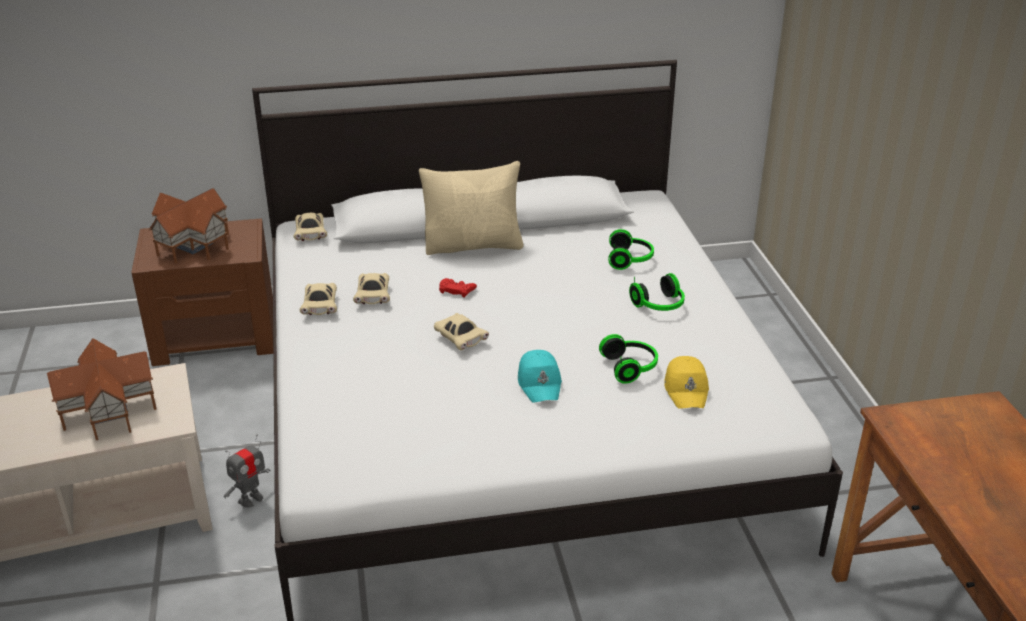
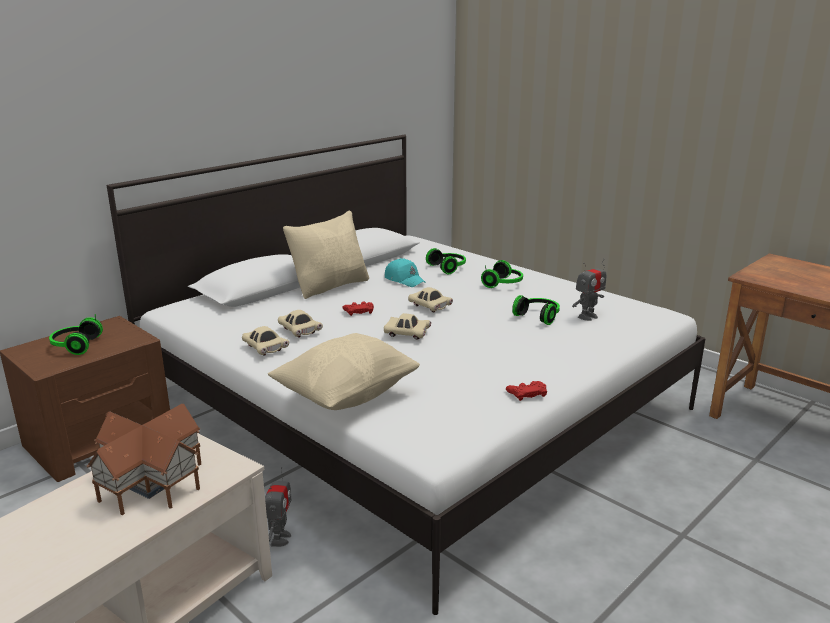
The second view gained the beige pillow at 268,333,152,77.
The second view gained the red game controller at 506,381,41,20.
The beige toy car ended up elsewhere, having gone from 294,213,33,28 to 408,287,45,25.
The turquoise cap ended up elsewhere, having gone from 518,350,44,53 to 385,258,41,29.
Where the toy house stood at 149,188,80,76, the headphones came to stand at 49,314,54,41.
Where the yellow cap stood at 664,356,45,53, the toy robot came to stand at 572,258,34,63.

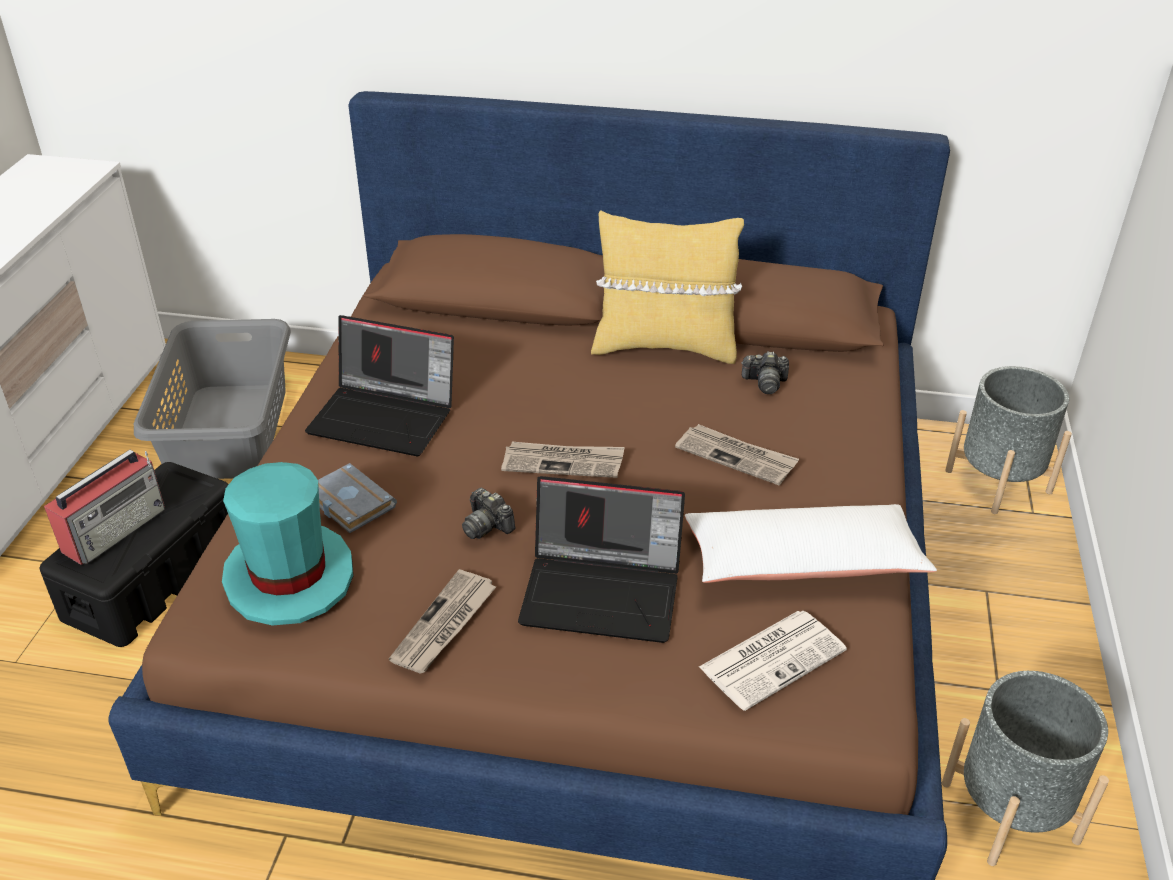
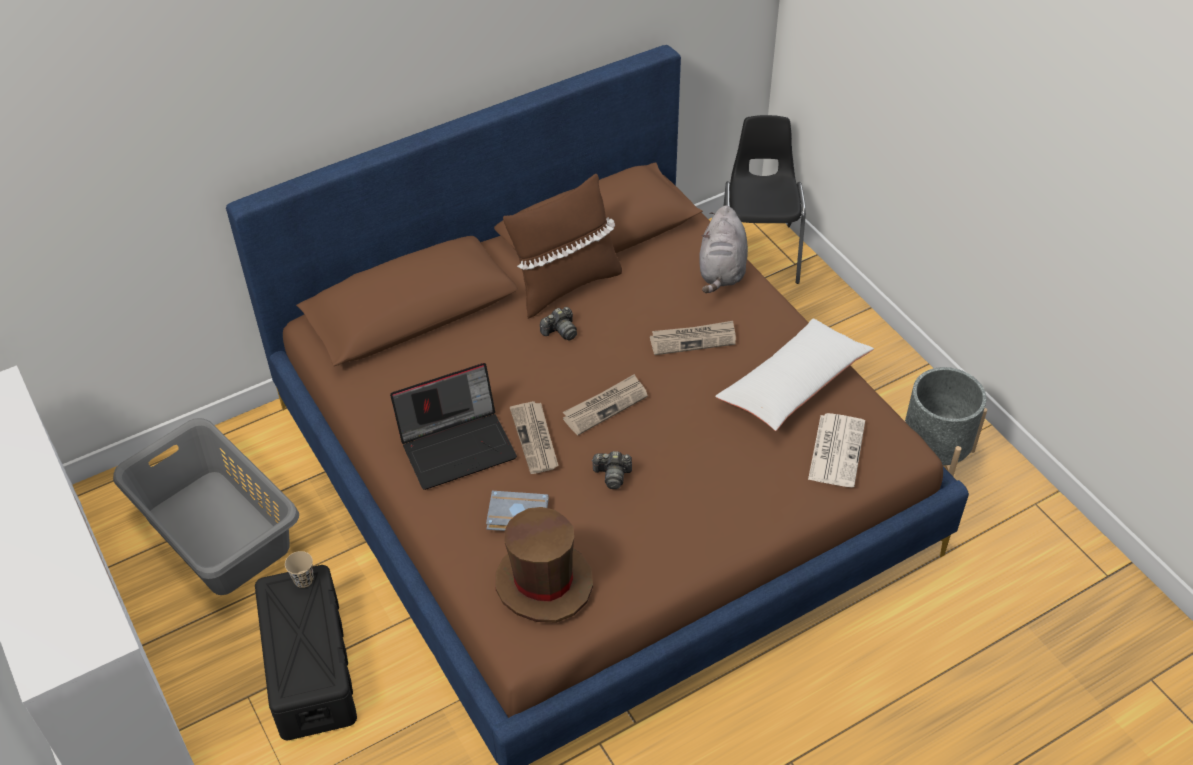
The second view lost the radio at 44,450,121,115.
The second view lost the laptop at 518,476,167,167.
The second view gained the beige cup at 285,551,29,37.
The second view gained the grey plush toy at 699,205,49,88.
The newspaper ended up elsewhere, having gone from 389,569,107,105 to 510,401,49,73.
The photo camera ended up elsewhere, having gone from 741,351,48,43 to 540,307,37,34.
Where the grey planter stood at 945,366,127,148, the black chair came to stand at 724,115,82,169.
What was the turquoise hat at 222,462,132,164 turned into the brown hat at 496,507,97,116.
What was the yellow pillow at 591,211,153,153 turned into the brown pillow at 503,174,119,145.

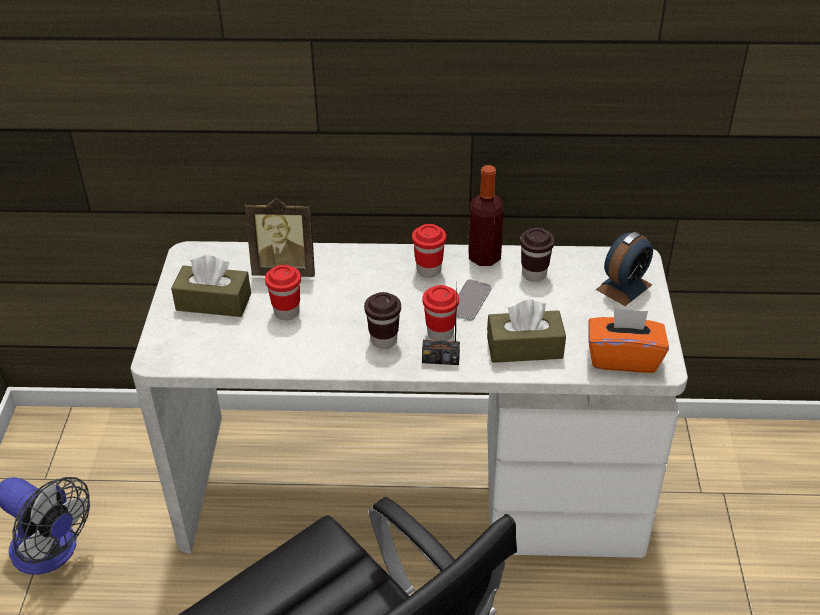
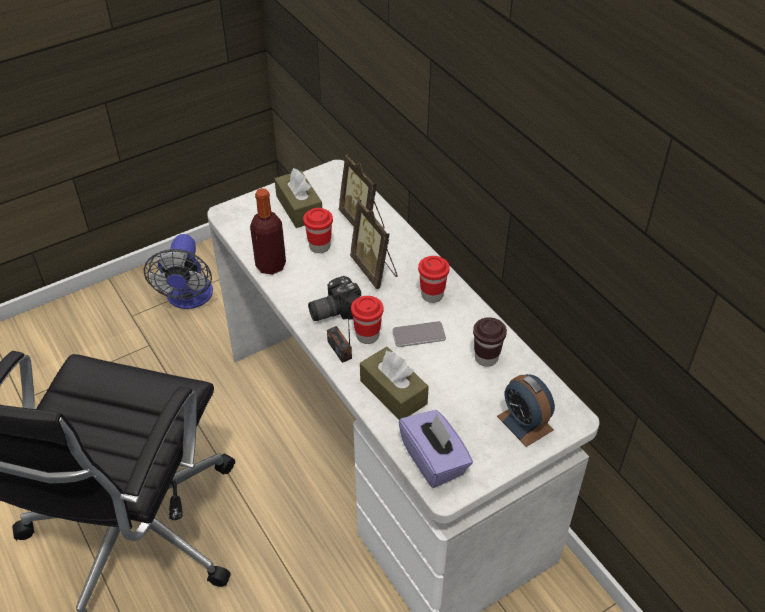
The second view gained the picture frame at 350,200,48,89.
The bottle ended up elsewhere, having gone from 469,165,35,101 to 250,188,36,87.
Where the brown cup stood at 364,292,37,57, the photo camera came to stand at 308,276,53,45.
What was the orange tissue box at 589,307,80,66 turned into the purple tissue box at 398,410,75,78.
The alarm clock at 596,232,57,74 ended up facing another way, 45 degrees clockwise from before.

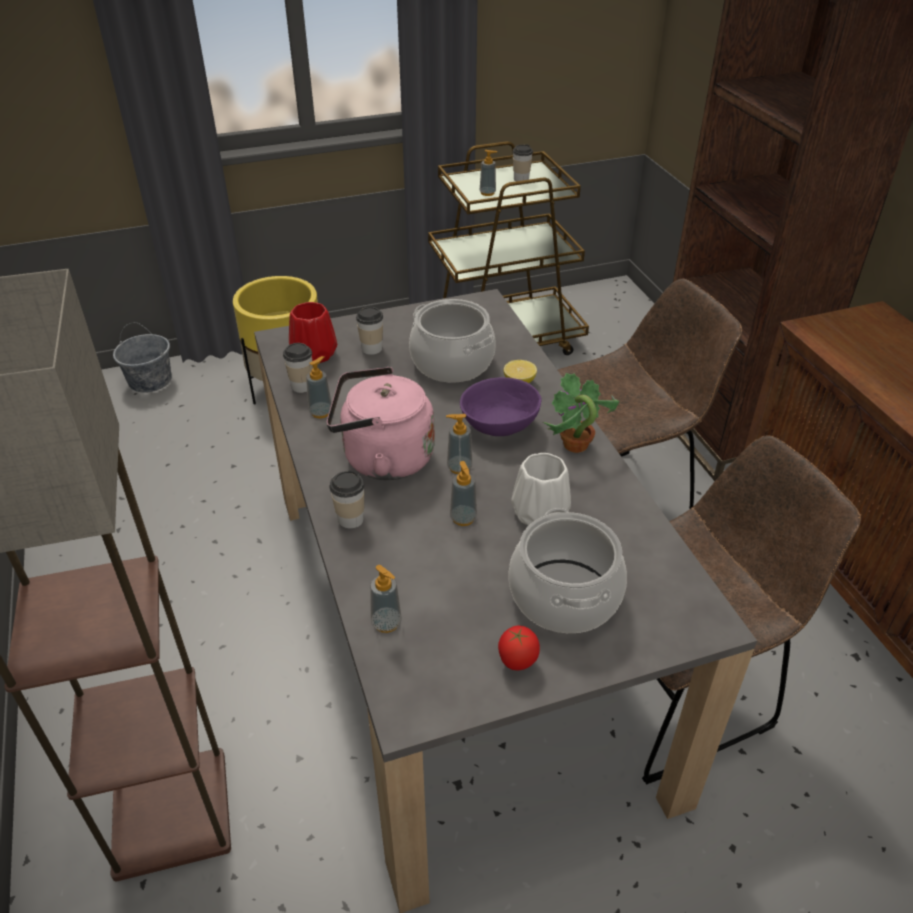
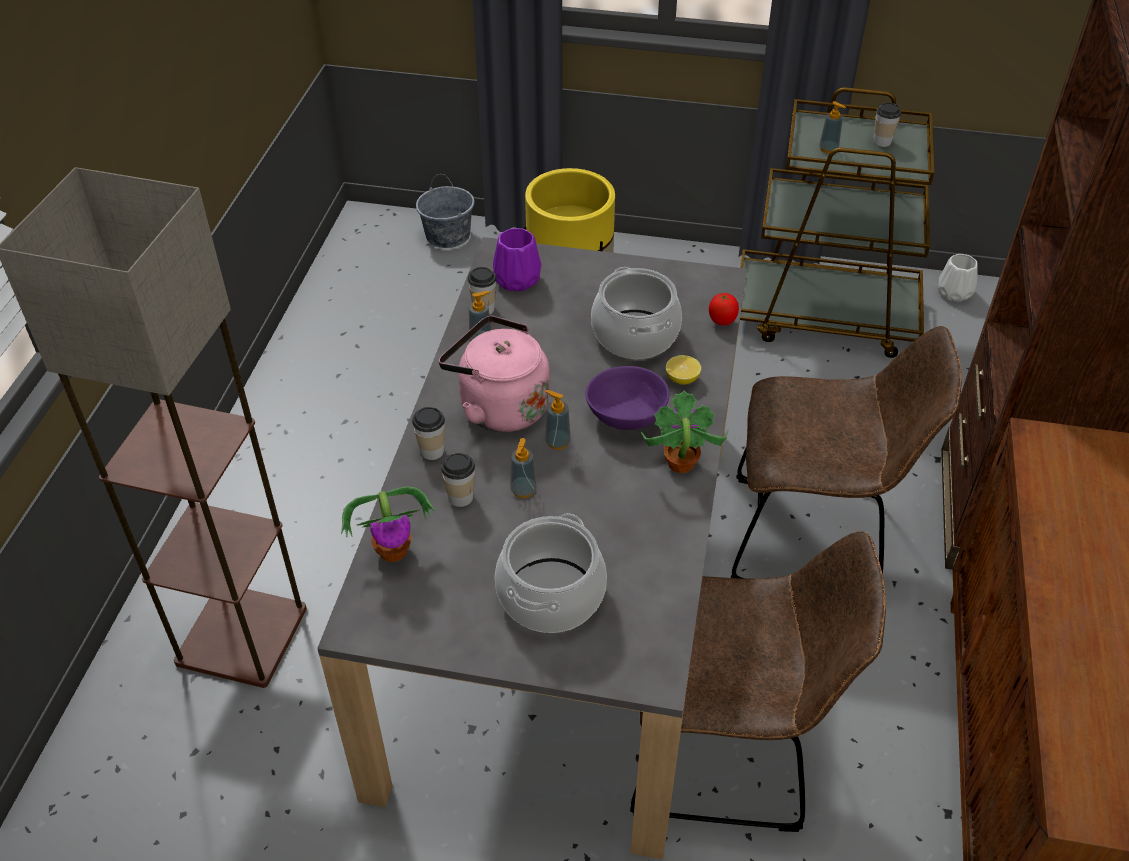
The cup ended up elsewhere, having gone from 356,307,27,48 to 441,453,34,54.
The tomato ended up elsewhere, having gone from 498,626,42,44 to 709,293,30,33.
The white vase ended up elsewhere, having gone from 511,453,60,73 to 938,254,40,48.
Where the soap dispenser stood at 370,565,32,68, the potted plant came to stand at 341,486,94,76.
What was the red vase at 289,302,48,61 turned into the purple vase at 493,228,48,63.

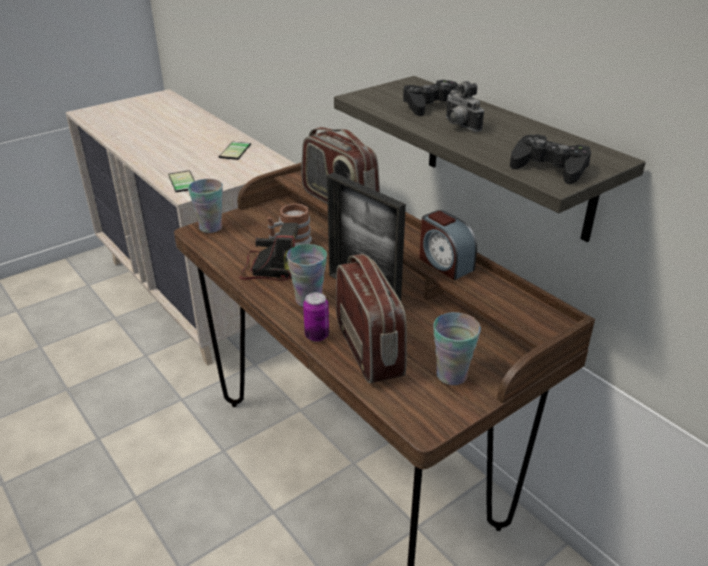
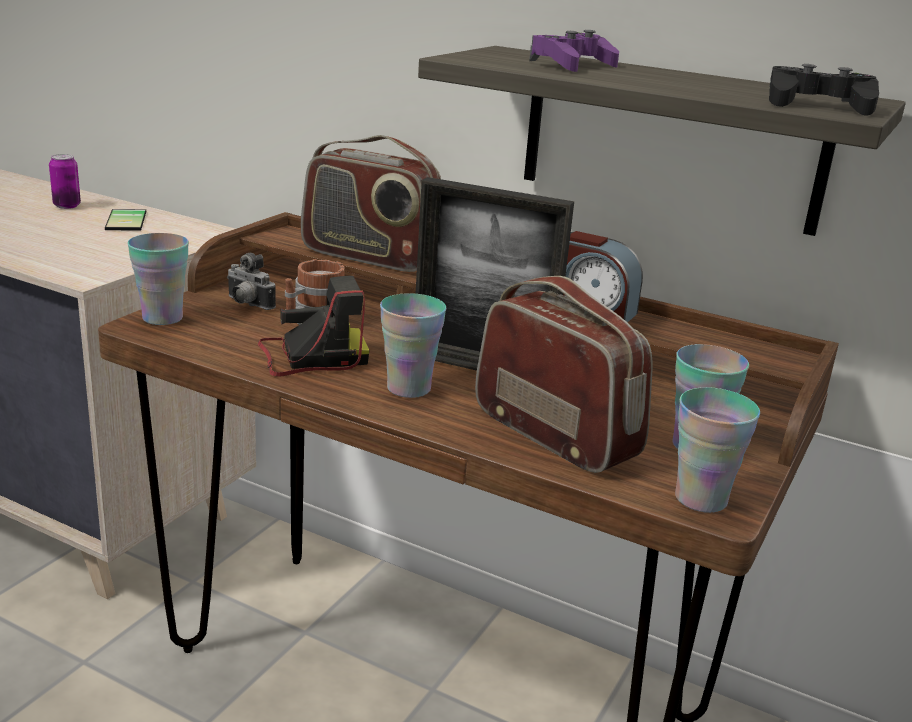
The second view lost the phone at 168,170,27,22.
The second view gained the cup at 675,387,85,126.
The can ended up elsewhere, having gone from 303,292,26,50 to 49,154,32,55.
The photo camera ended up elsewhere, having gone from 446,81,38,51 to 227,253,49,57.
What was the black game controller at 403,80,55,36 turned into the purple game controller at 529,30,90,42.

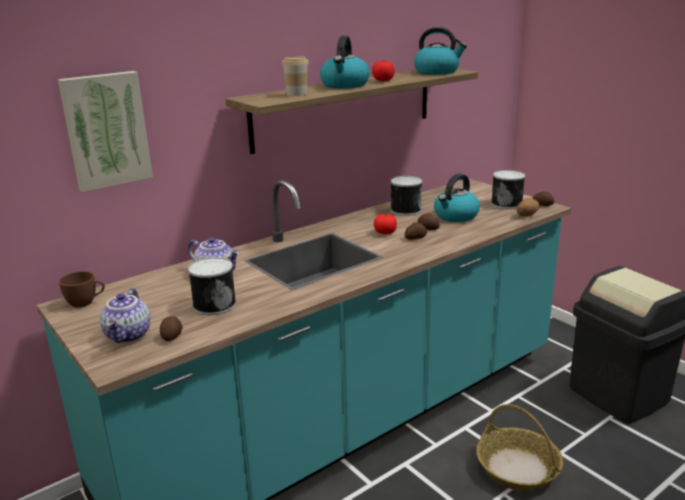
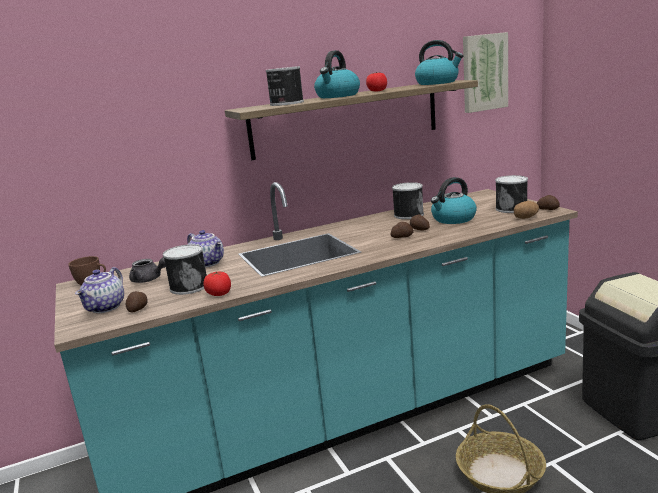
The second view gained the grey teapot at 129,257,37,26.
The picture ended up elsewhere, having gone from 58,71,95,121 to 463,32,45,81.
The tomato ended up elsewhere, having gone from 374,214,23,20 to 203,271,28,25.
Where the cup stood at 282,56,27,40, the can came to stand at 266,66,38,40.

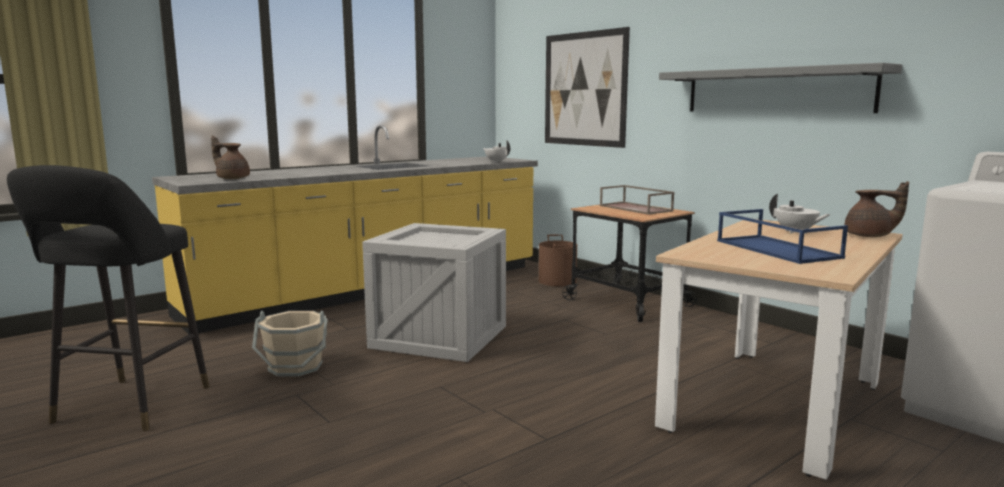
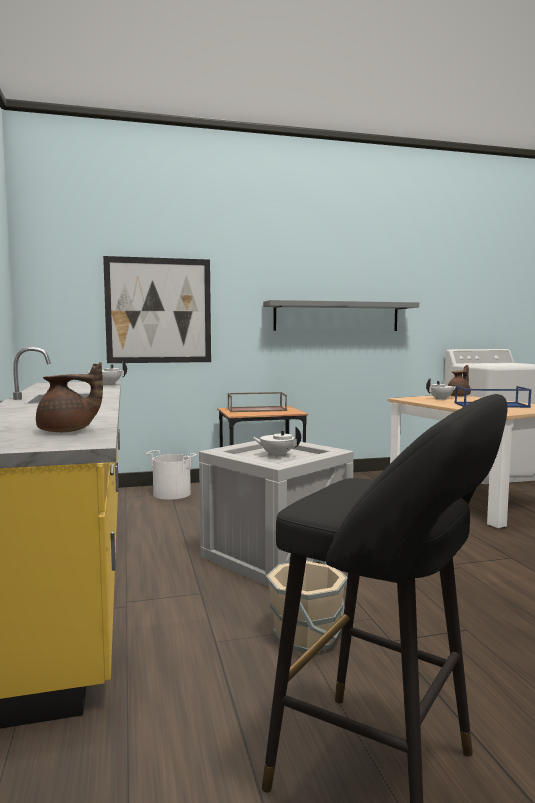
The second view gained the white teapot at 252,426,49,31.
What was the brown bucket at 539,234,38,52 turned into the white bucket at 146,450,51,50.
The brown teapot at 211,136,39,43 ended up facing another way, 150 degrees counterclockwise from before.

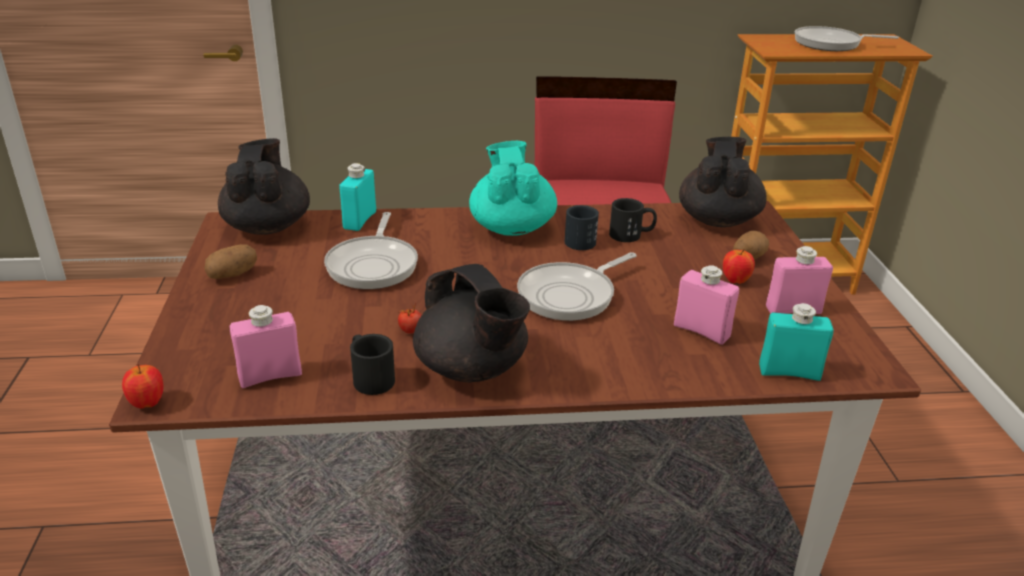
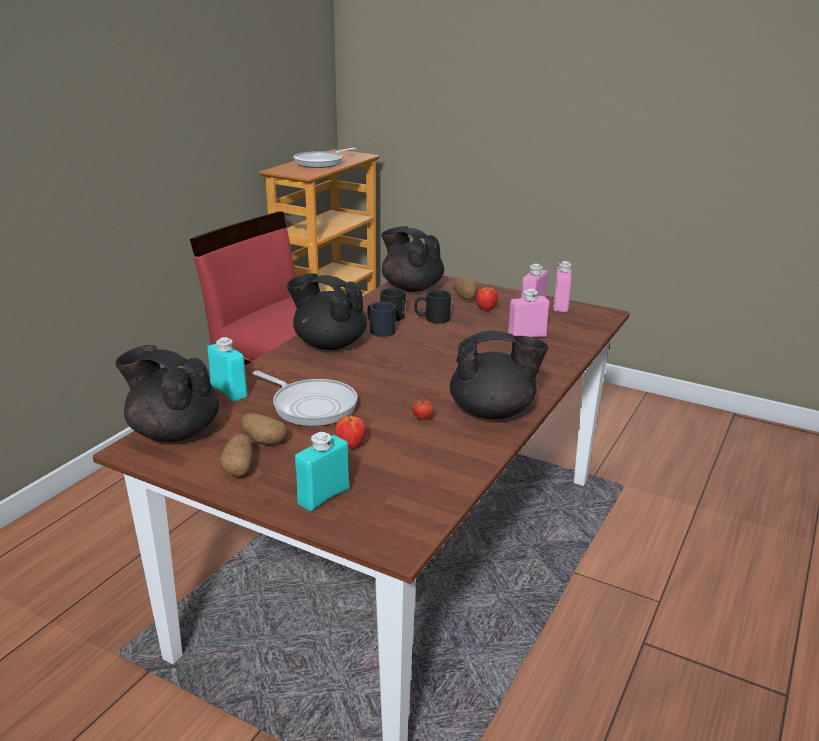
The second view lost the frying pan at 517,252,120,69.
The second view gained the potato at 241,413,47,32.
The apple ended up elsewhere, having gone from 122,364,41,45 to 335,415,31,34.
The pink bottle ended up elsewhere, having gone from 230,305,72,83 to 554,261,18,51.
The black mug ended up elsewhere, having gone from 350,334,45,61 to 414,290,37,34.
The turquoise bottle ended up elsewhere, having gone from 759,303,75,78 to 295,432,54,79.
What was the turquoise teapot at 469,141,88,95 turned into the black teapot at 286,273,81,77.

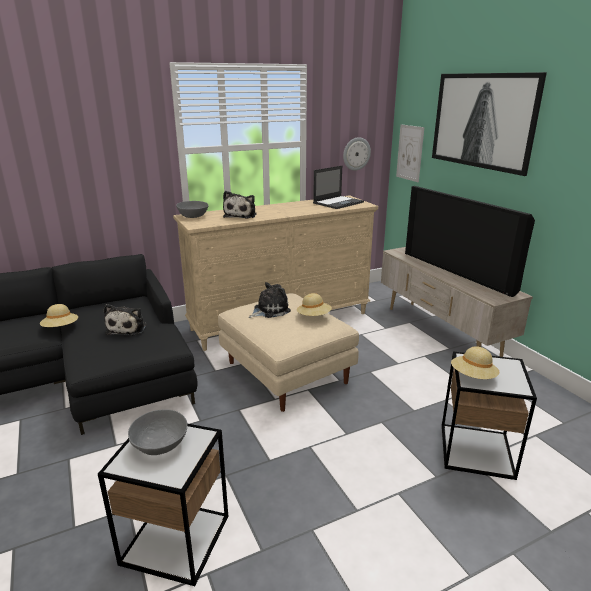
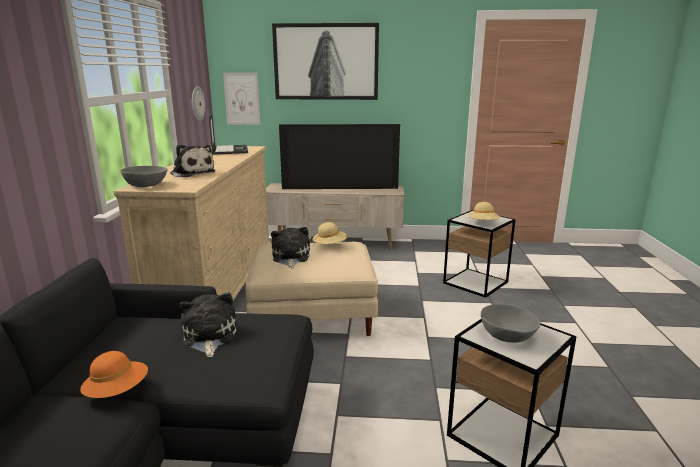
What was the beige hat at 40,304,38,23 turned into the orange hat at 80,351,68,47.
The plush toy at 104,304,42,32 ended up facing another way, 135 degrees counterclockwise from before.

